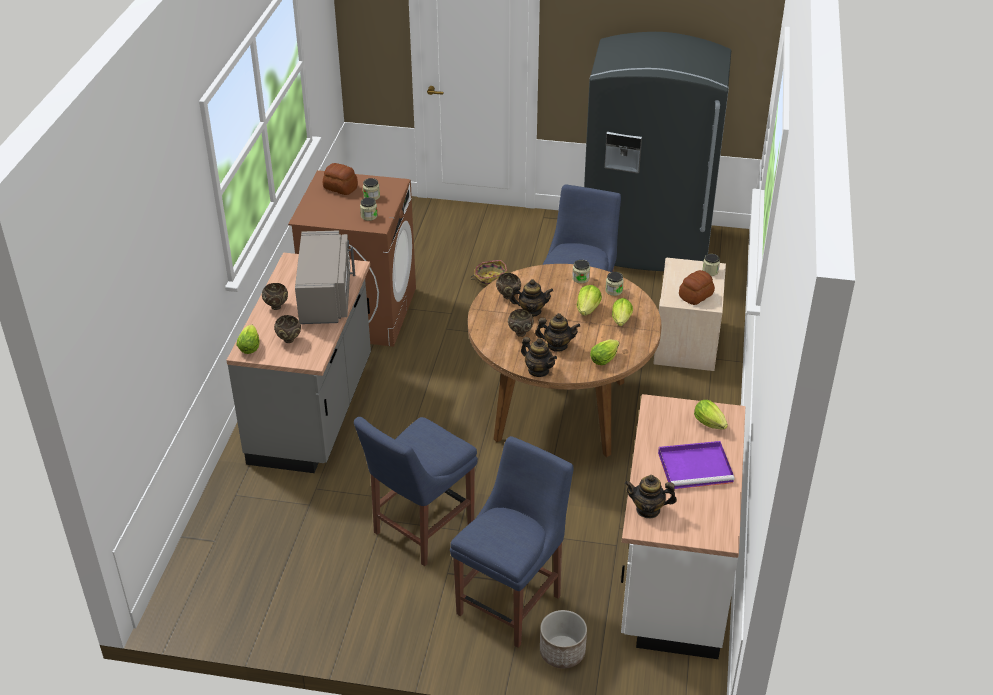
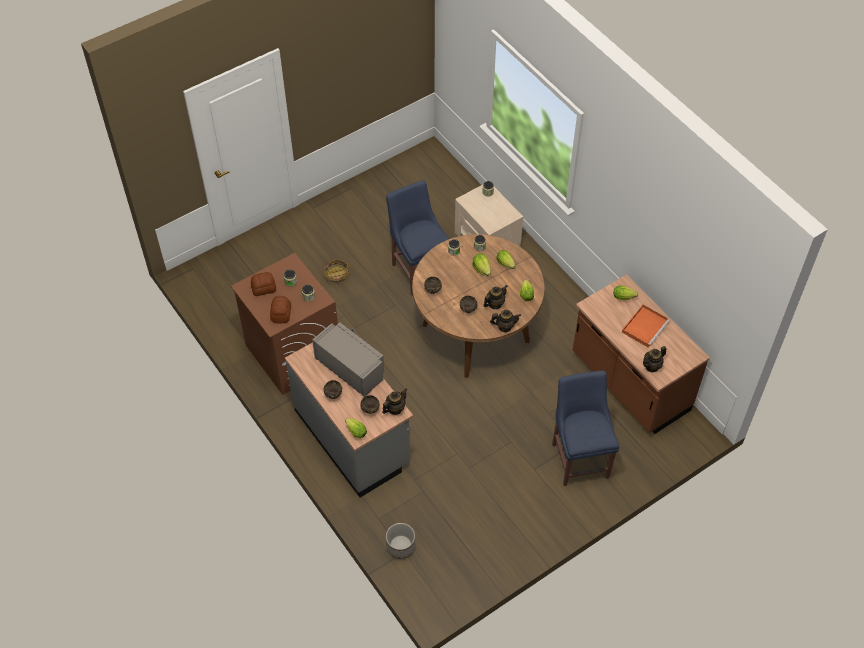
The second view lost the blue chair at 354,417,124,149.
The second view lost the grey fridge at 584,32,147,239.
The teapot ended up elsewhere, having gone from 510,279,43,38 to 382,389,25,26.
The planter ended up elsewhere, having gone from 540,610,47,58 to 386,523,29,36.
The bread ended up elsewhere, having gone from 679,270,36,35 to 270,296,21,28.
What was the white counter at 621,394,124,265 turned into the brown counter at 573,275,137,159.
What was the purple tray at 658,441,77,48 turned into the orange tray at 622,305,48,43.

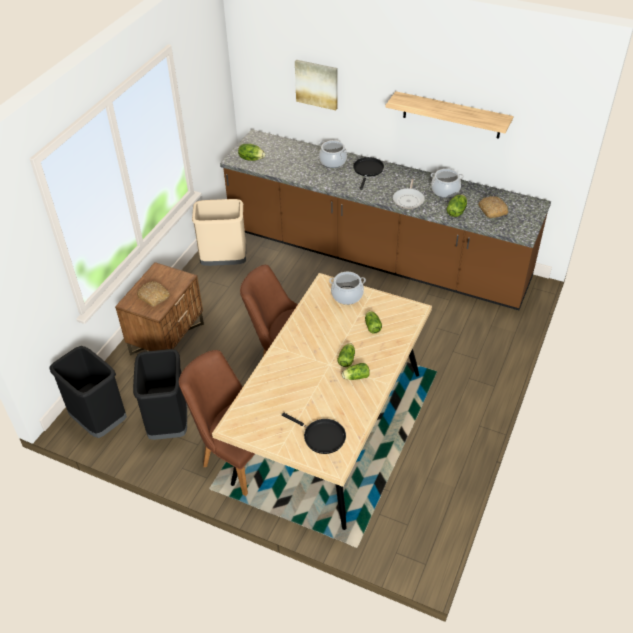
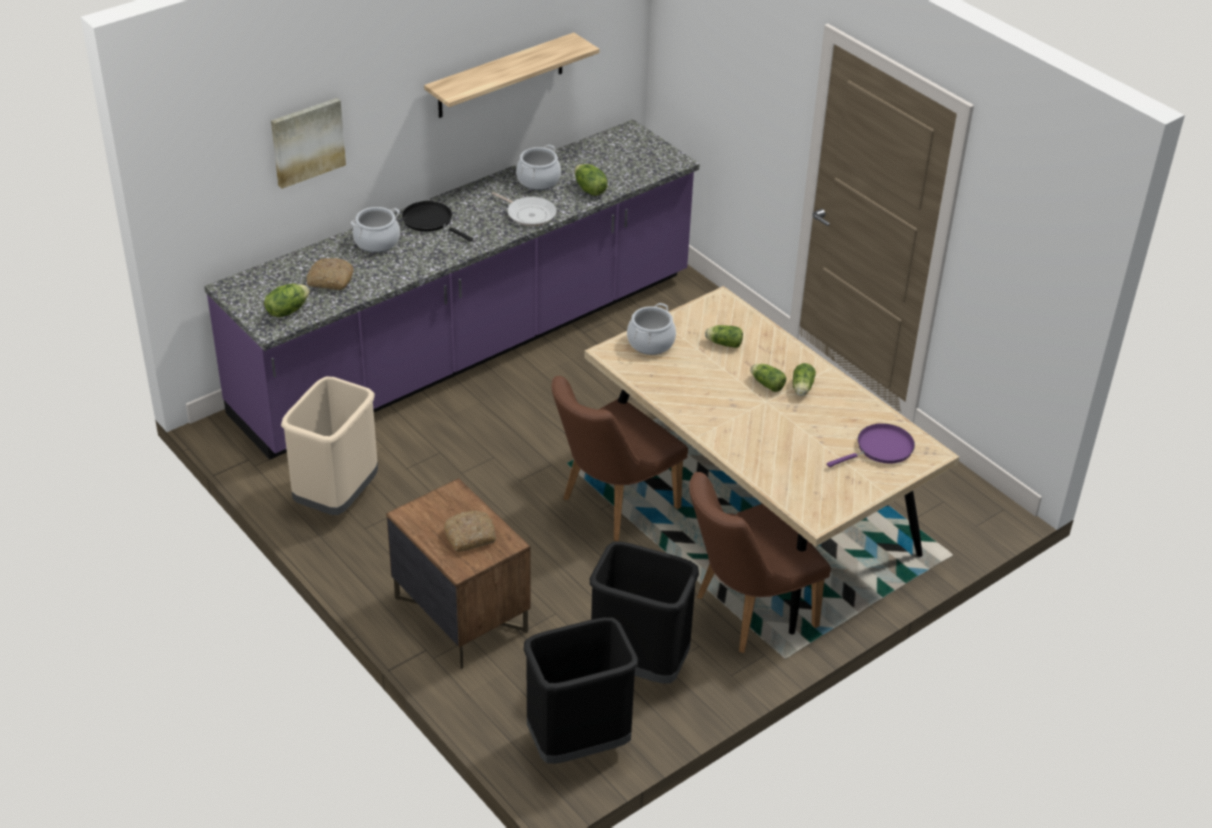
The bread ended up elsewhere, having gone from 478,196,30,22 to 306,258,48,32.
What was the brown counter at 220,129,331,181 turned into the purple counter at 204,119,496,341.
What was the black frying pan at 282,413,64,41 turned into the purple frying pan at 827,423,88,44.

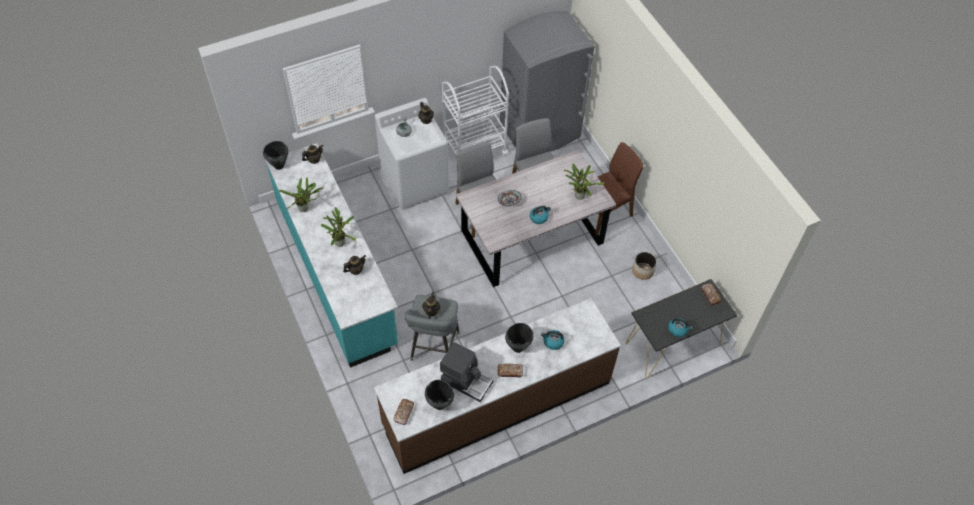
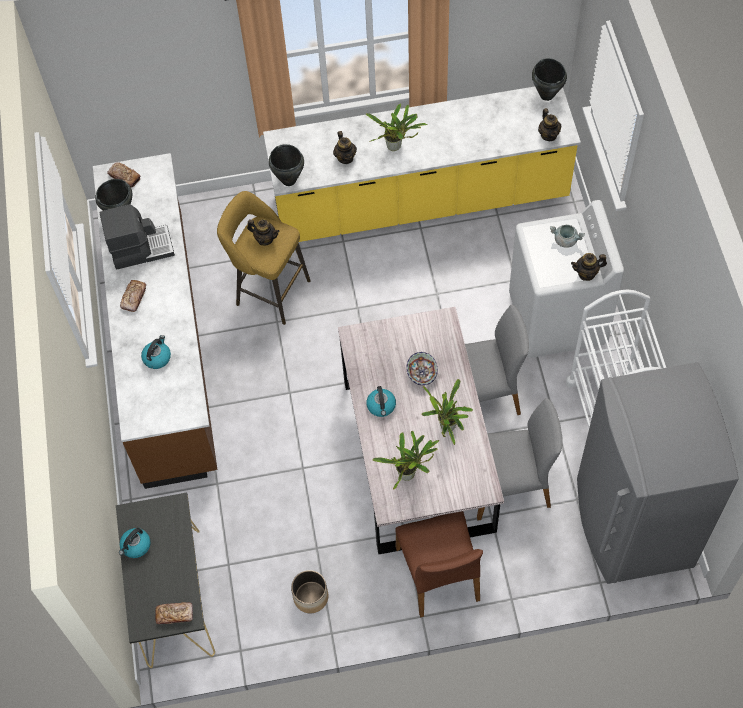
The potted plant ended up elsewhere, having gone from 279,178,44,34 to 422,379,51,66.
The black cooking pot ended up elsewhere, having gone from 505,323,28,30 to 269,144,35,42.
What was the turquoise counter at 266,143,132,225 turned into the yellow counter at 263,87,318,155.
What was the grey stool at 405,295,55,66 turned into the yellow stool at 217,191,94,134.
The coffee machine at 440,342,54,60 ended up facing another way, 150 degrees counterclockwise from before.

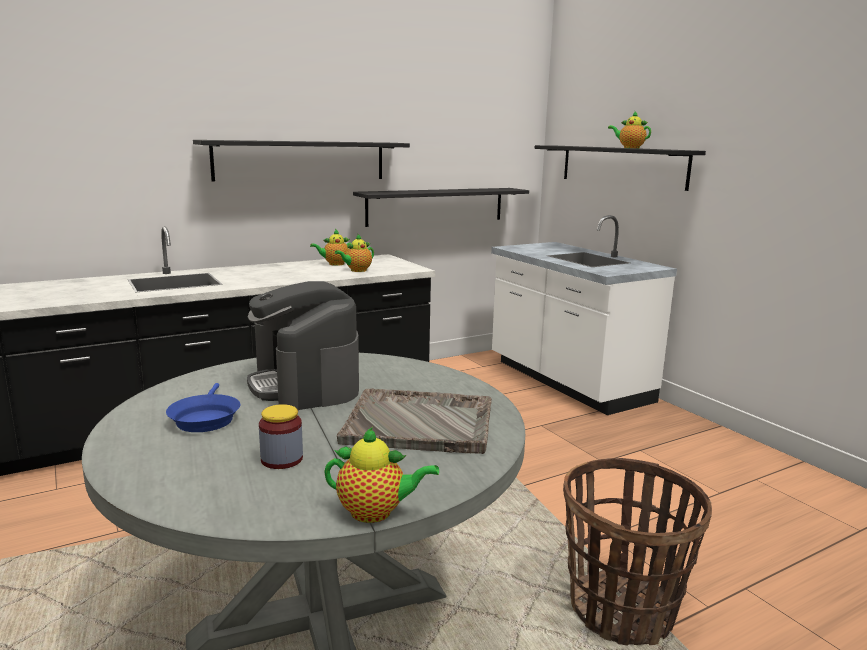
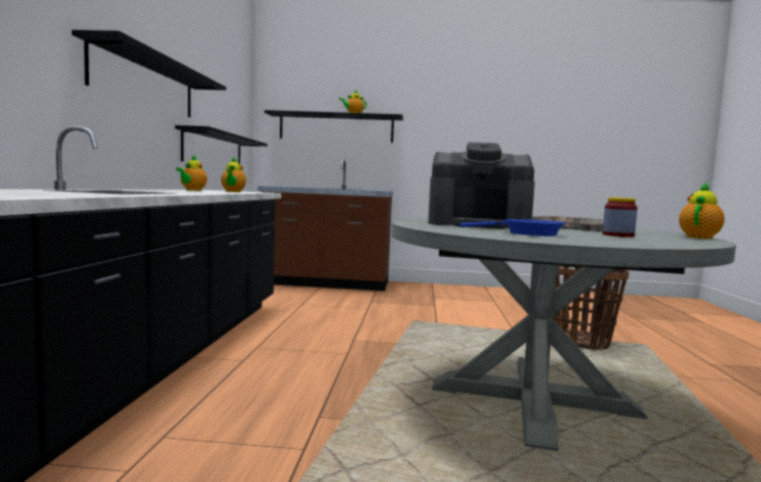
What was the white counter at 491,215,186,200 turned into the brown counter at 258,159,135,132.

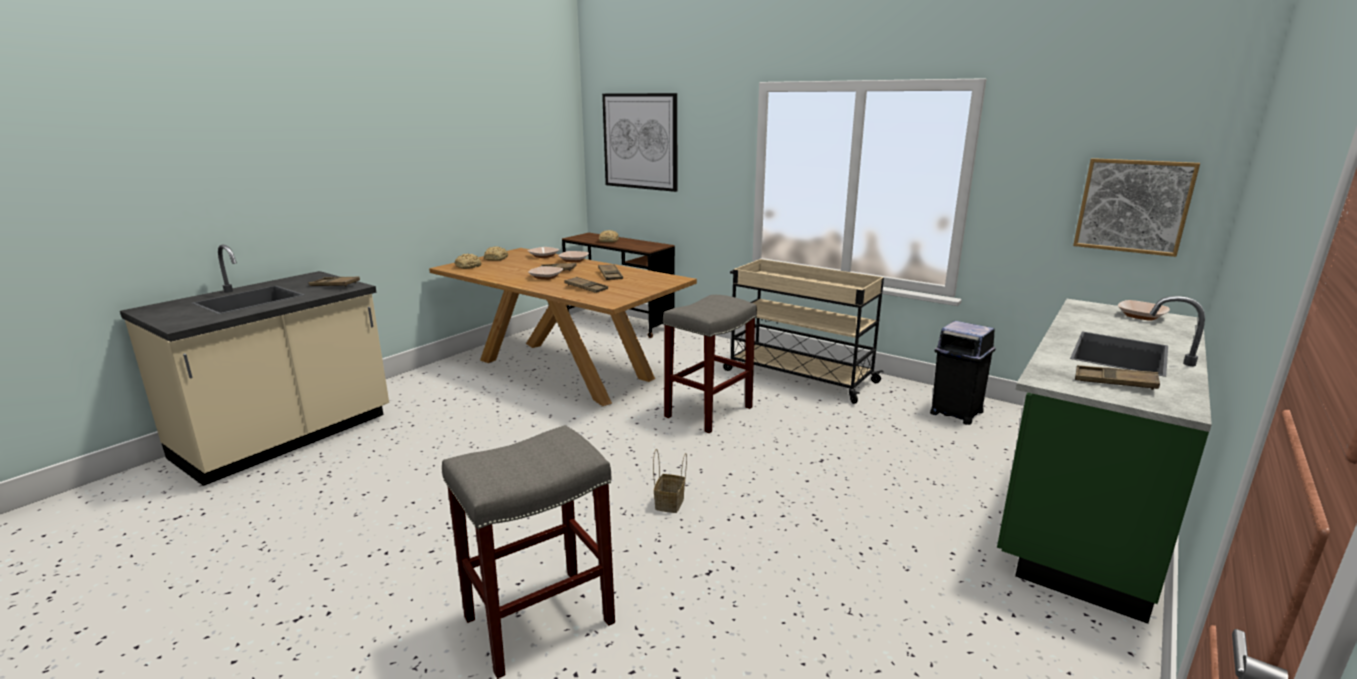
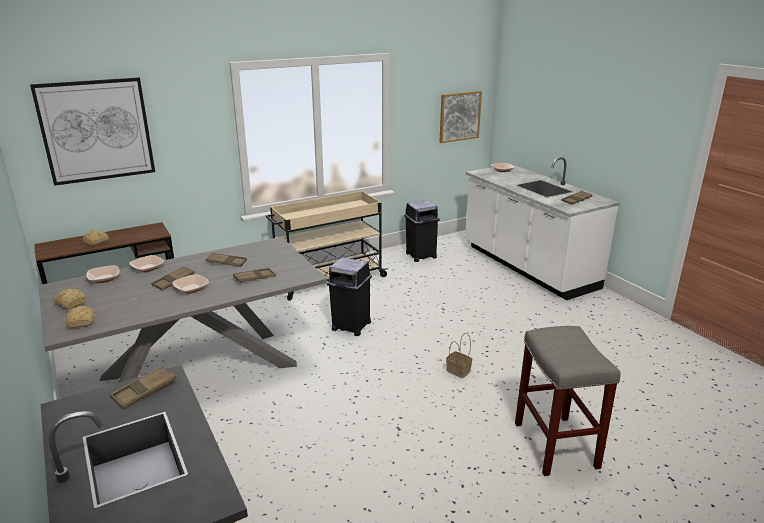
Where the grey stool stood at 663,295,94,138, the black trash can came to stand at 327,257,45,79.
What was the brown dining table at 429,248,268,158 turned into the grey dining table at 38,237,289,145.
What was the green counter at 997,296,215,328 turned into the white counter at 465,157,155,143.

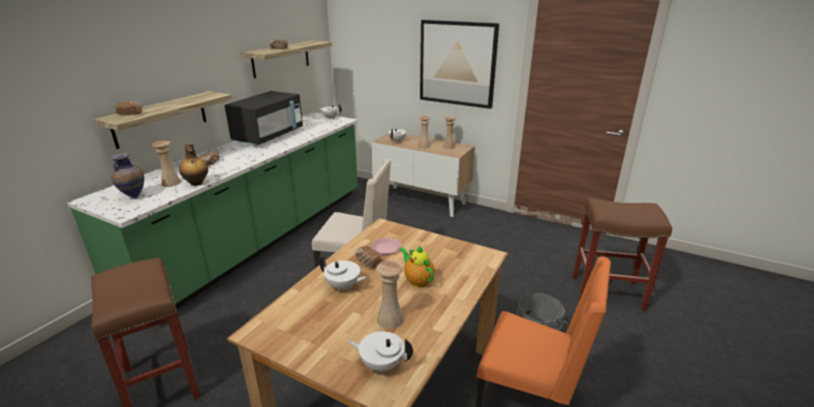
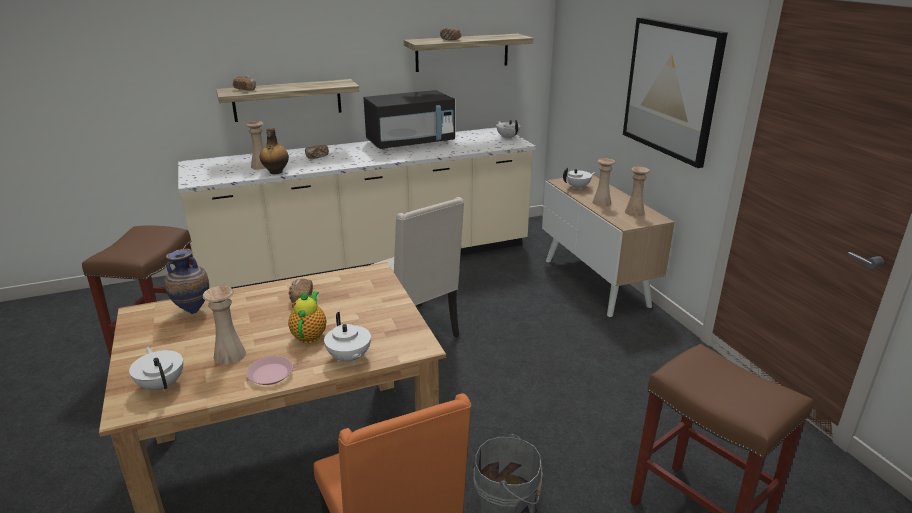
The vase ended up elsewhere, having gone from 110,153,34,45 to 164,249,45,65.
The white teapot ended up elsewhere, having gone from 320,256,48,36 to 324,312,47,52.
The pink plate ended up elsewhere, having gone from 371,238,30,17 to 246,356,47,29.
What was the green counter at 67,112,291,197 turned into the beige counter at 178,128,358,161.

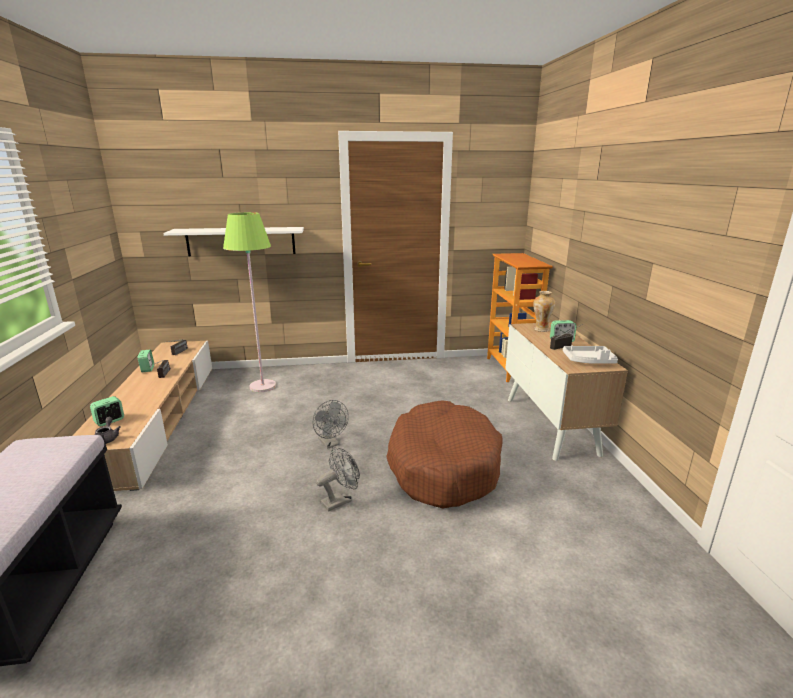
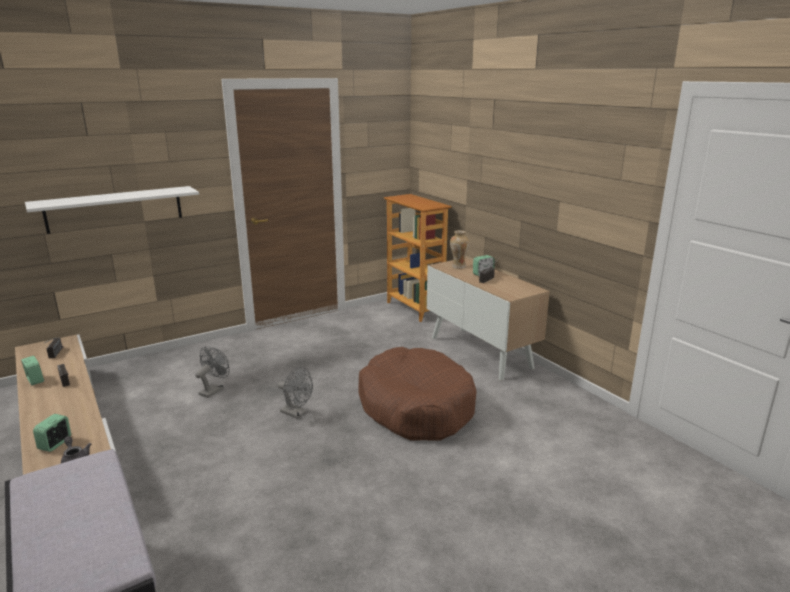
The second view lost the green floor lamp at 223,212,53,180.
The second view lost the white tray at 563,346,55,18.
The grey fan ended up elsewhere, having gone from 316,447,44,64 to 195,346,34,52.

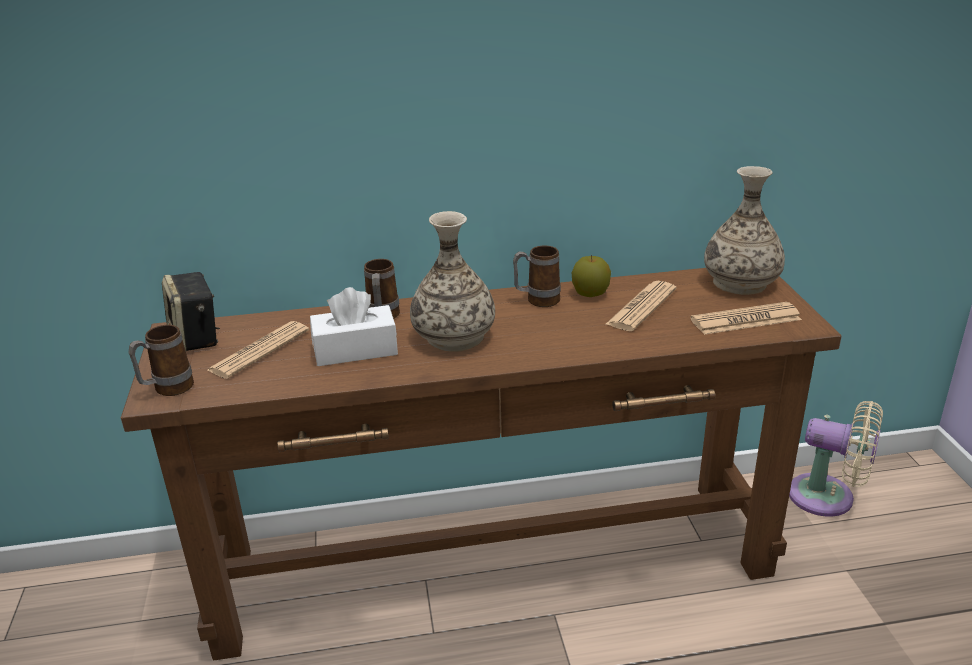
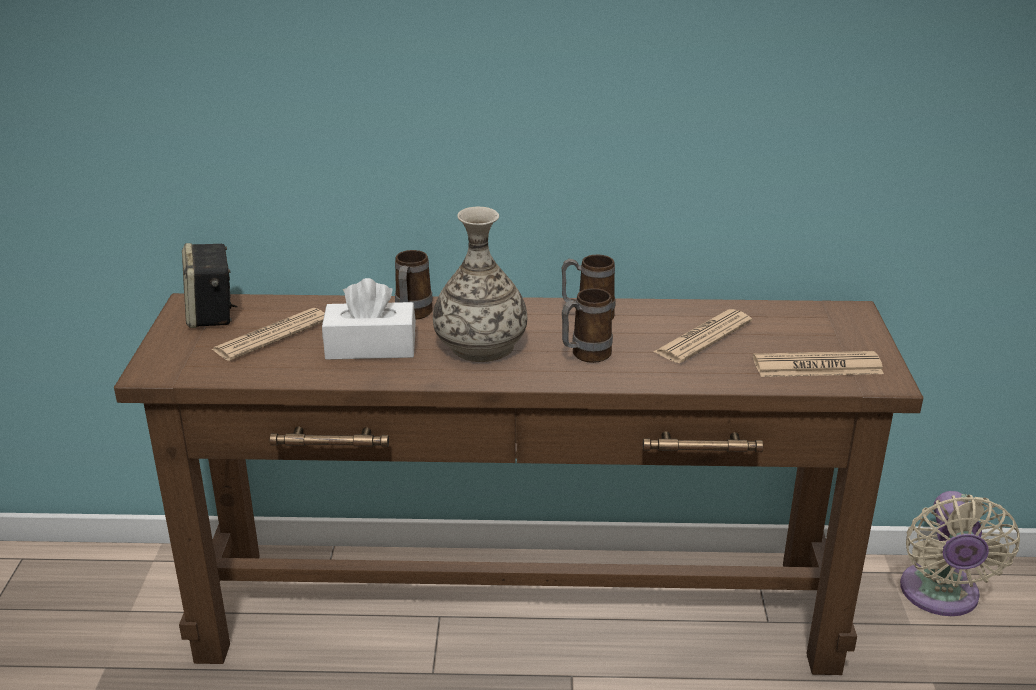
The second view lost the apple at 572,255,39,42.
The second view lost the vase at 704,166,81,129.
The mug ended up elsewhere, having gone from 128,325,66,71 to 562,288,51,75.
The beige fan at 789,401,94,116 ended up facing another way, 60 degrees clockwise from before.

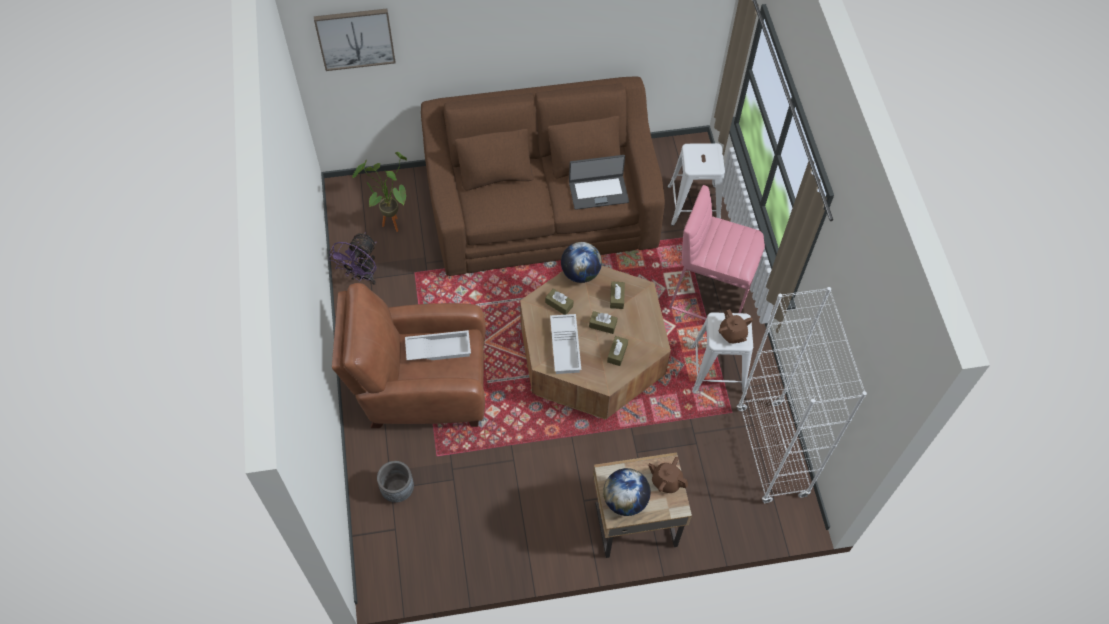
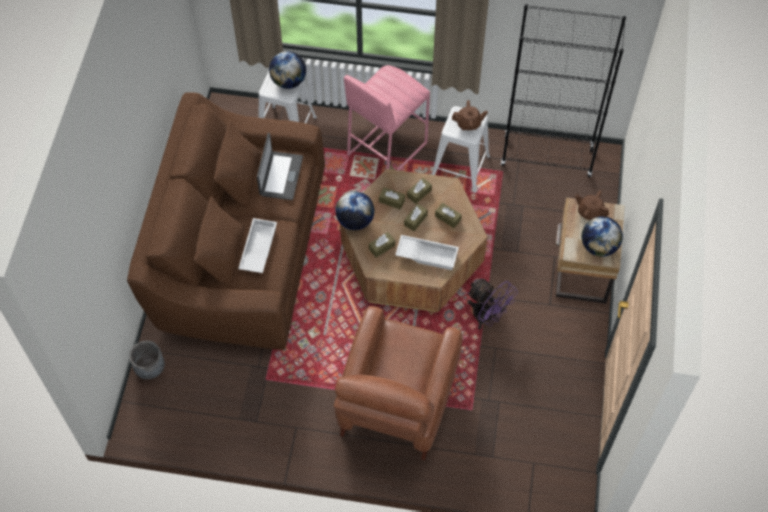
The second view lost the picture at 314,9,82,62.
The second view lost the potted plant at 352,152,55,80.
The second view gained the globe at 269,51,37,38.
The second view gained the brown tissue box at 407,178,25,26.
The purple fan ended up elsewhere, having gone from 328,232,48,53 to 467,279,51,51.
The grey planter ended up elsewhere, having gone from 377,461,37,41 to 129,341,36,38.
The white tray ended up elsewhere, having gone from 405,330,66,30 to 238,218,39,55.
What was the white bookcase at 737,287,130,217 turned into the black bookcase at 501,4,125,173.
The brown teapot at 648,457,40,36 ended up facing another way, 75 degrees clockwise from before.

